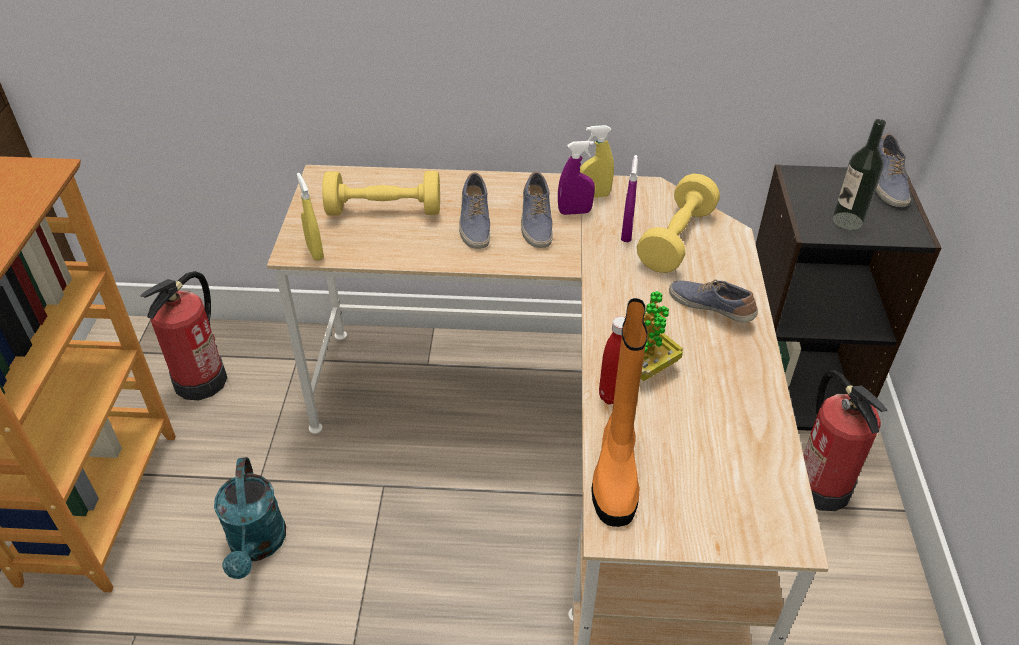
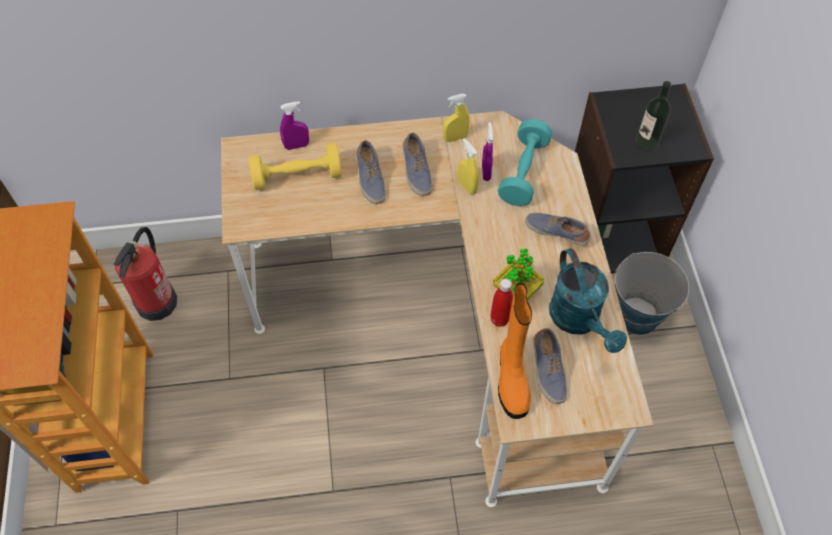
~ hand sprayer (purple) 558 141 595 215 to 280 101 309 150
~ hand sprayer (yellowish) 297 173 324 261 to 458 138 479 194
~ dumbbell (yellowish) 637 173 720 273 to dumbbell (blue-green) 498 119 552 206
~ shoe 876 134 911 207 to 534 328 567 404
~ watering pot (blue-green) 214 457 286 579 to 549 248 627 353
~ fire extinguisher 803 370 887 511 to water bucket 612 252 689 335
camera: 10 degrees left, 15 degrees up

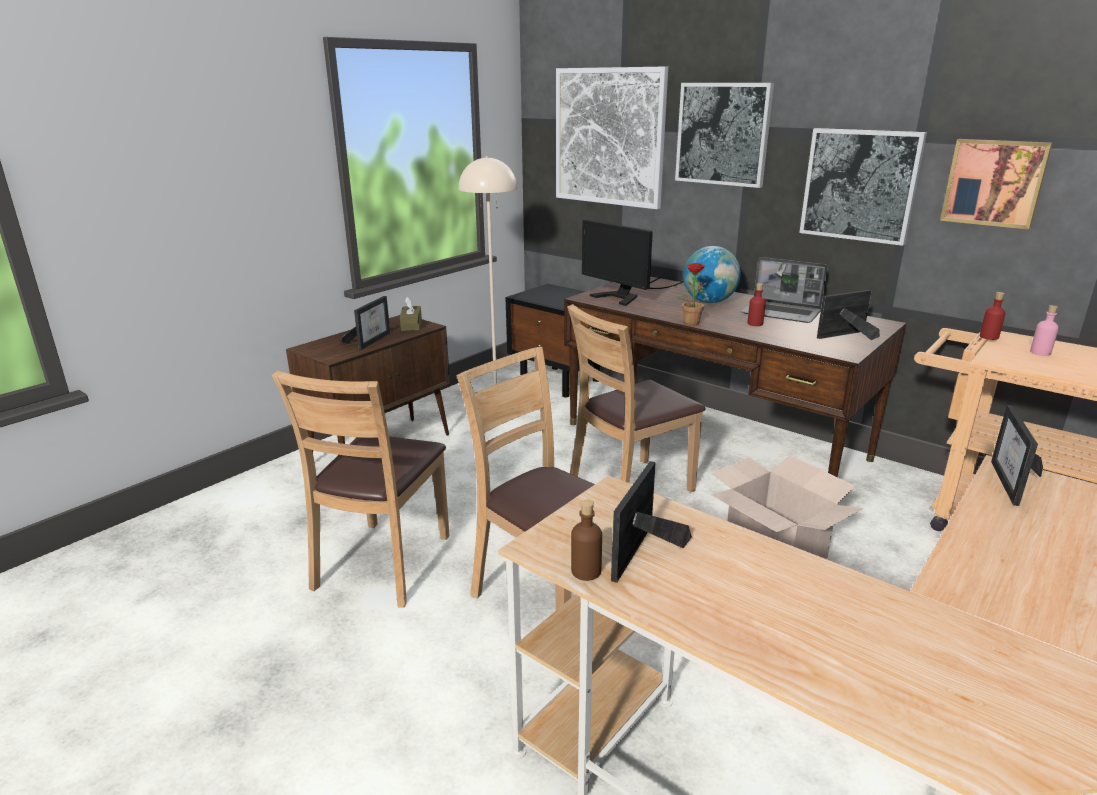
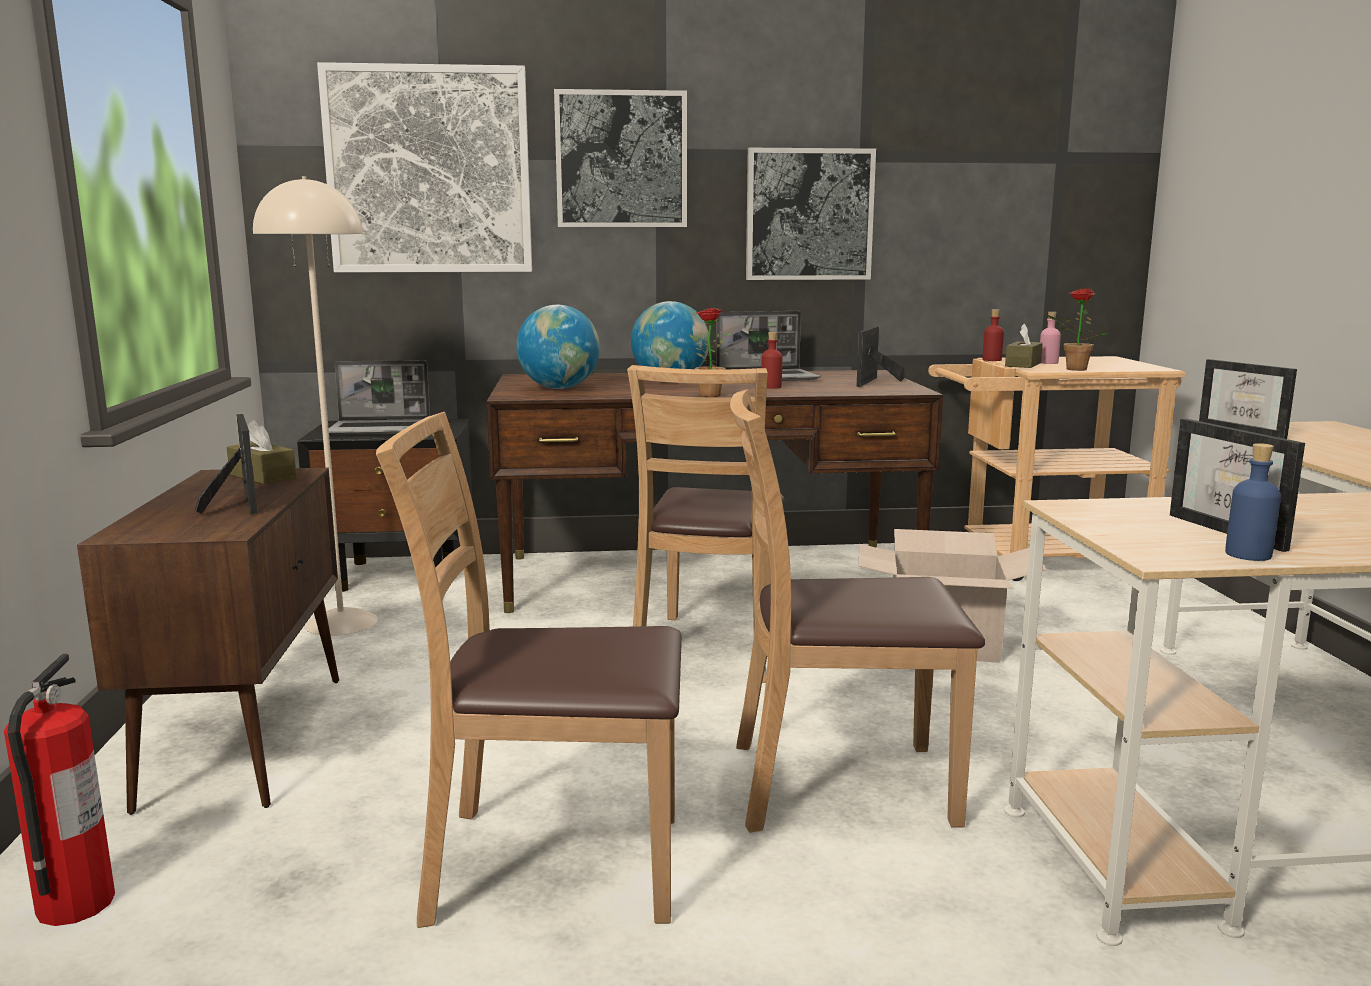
+ fire extinguisher 4 653 115 926
+ laptop 329 360 430 435
~ chair (brownish) 272 371 450 608 = 376 412 682 928 120 degrees clockwise
~ monitor 582 220 684 306 to world globe 516 305 600 389
+ tissue box (brownish) 1005 323 1043 368
+ plant in a pot 1048 289 1108 371
~ drink bottle (brownish) 571 499 602 581 to drink bottle (blue-coloured) 1225 443 1281 561
- wall picture 940 139 1053 230
camera: 45 degrees left, 10 degrees down

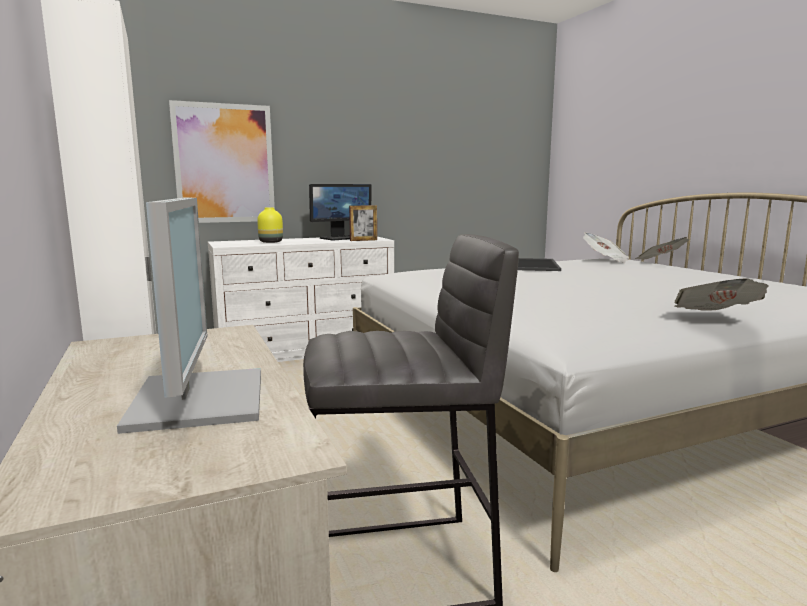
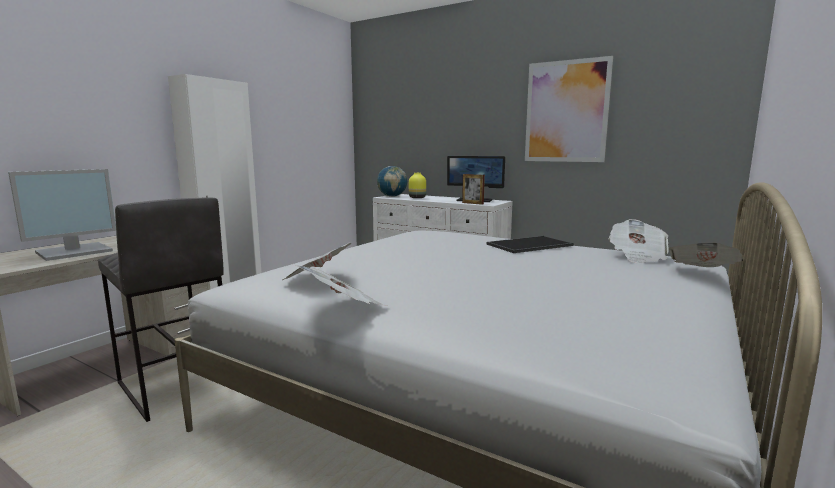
+ daily paper 282 242 351 280
+ world globe 377 166 407 197
~ wall picture 169 100 275 223 to 525 56 613 162
camera: 55 degrees right, 0 degrees up

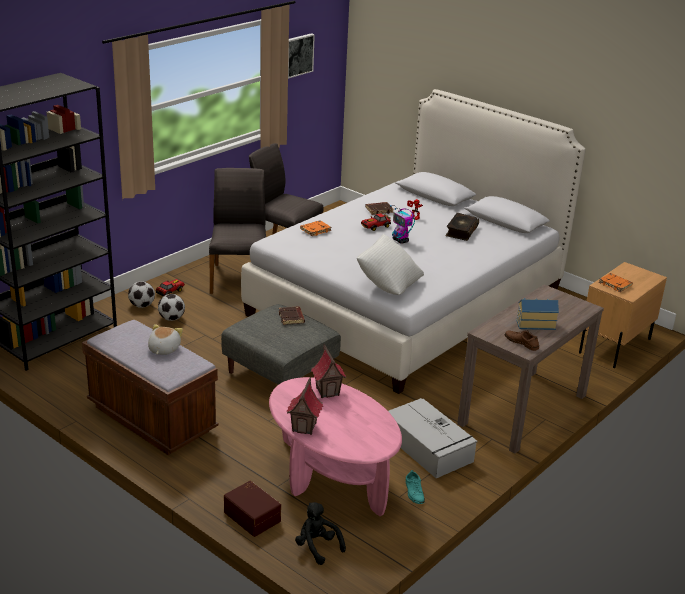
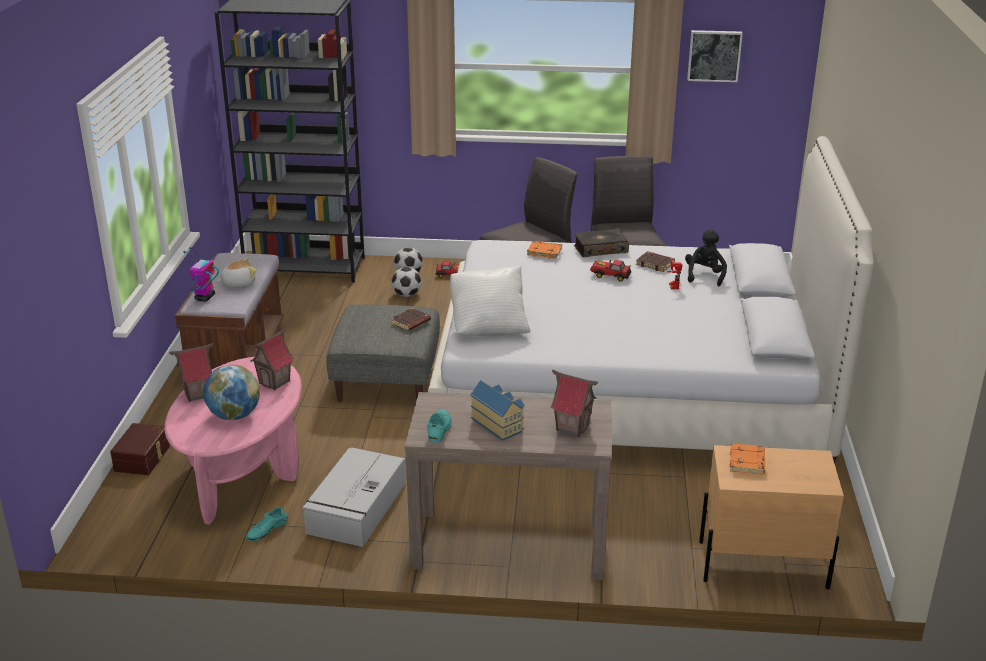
~ model robot 390 205 415 244 to 183 247 219 302
+ world globe 203 365 260 420
~ shoe (brownish) 505 330 539 351 to shoe (blue-green) 427 409 452 443
+ miniature house 551 370 598 437
~ volume 445 213 479 241 to 574 228 629 257
~ plush toy (black) 295 502 346 565 to 685 229 727 286
camera: 55 degrees right, 0 degrees up

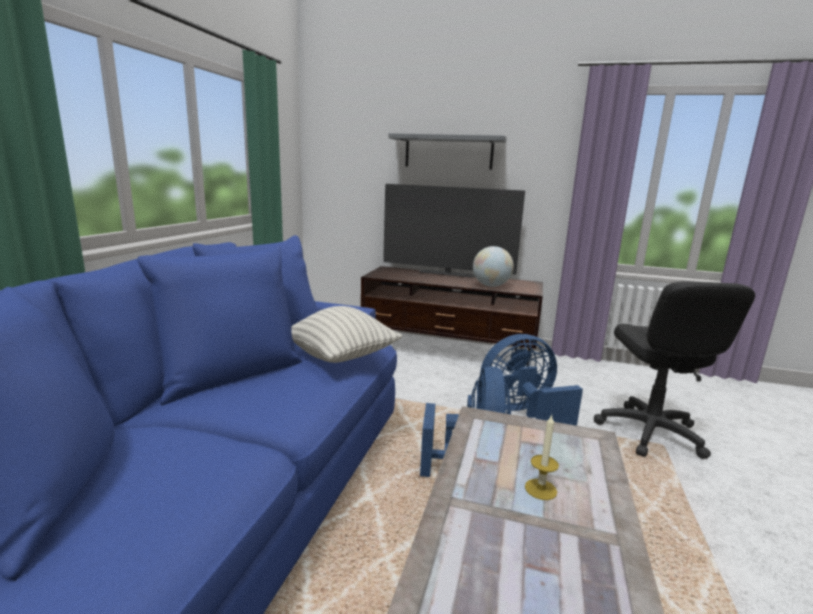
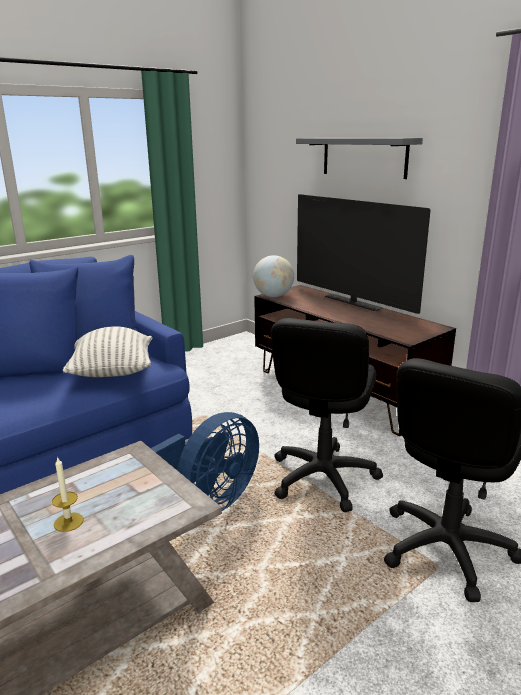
~ world globe 473 246 514 287 to 253 255 294 297
~ electric fan (blue-coloured) 480 334 583 426 to desk chair (black) 271 318 383 512
camera: 35 degrees right, 5 degrees up

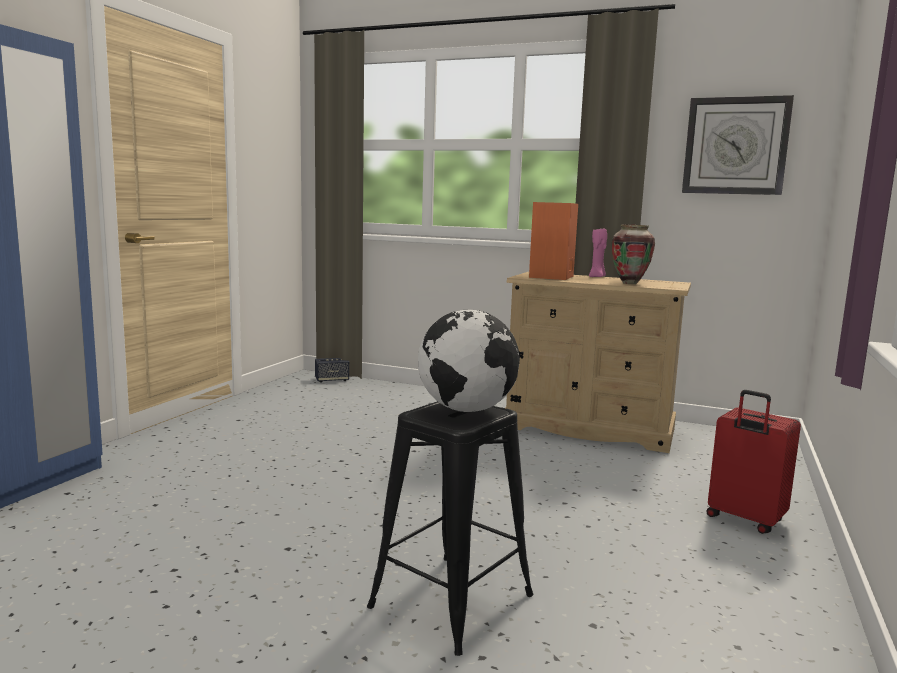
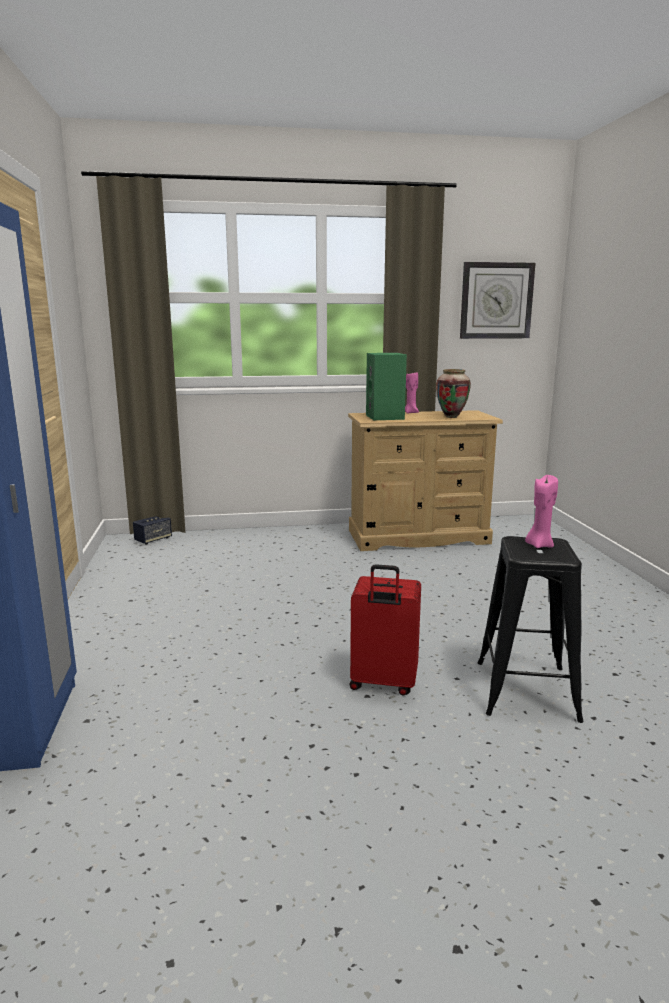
~ travel case (red) 707 390 801 534 to 350 564 421 696
~ audio speaker (orangey) 529 202 578 280 to audio speaker (green-coloured) 366 353 407 420
~ world globe 418 310 520 412 to candle (pink) 525 475 558 548
camera: 30 degrees left, 5 degrees up

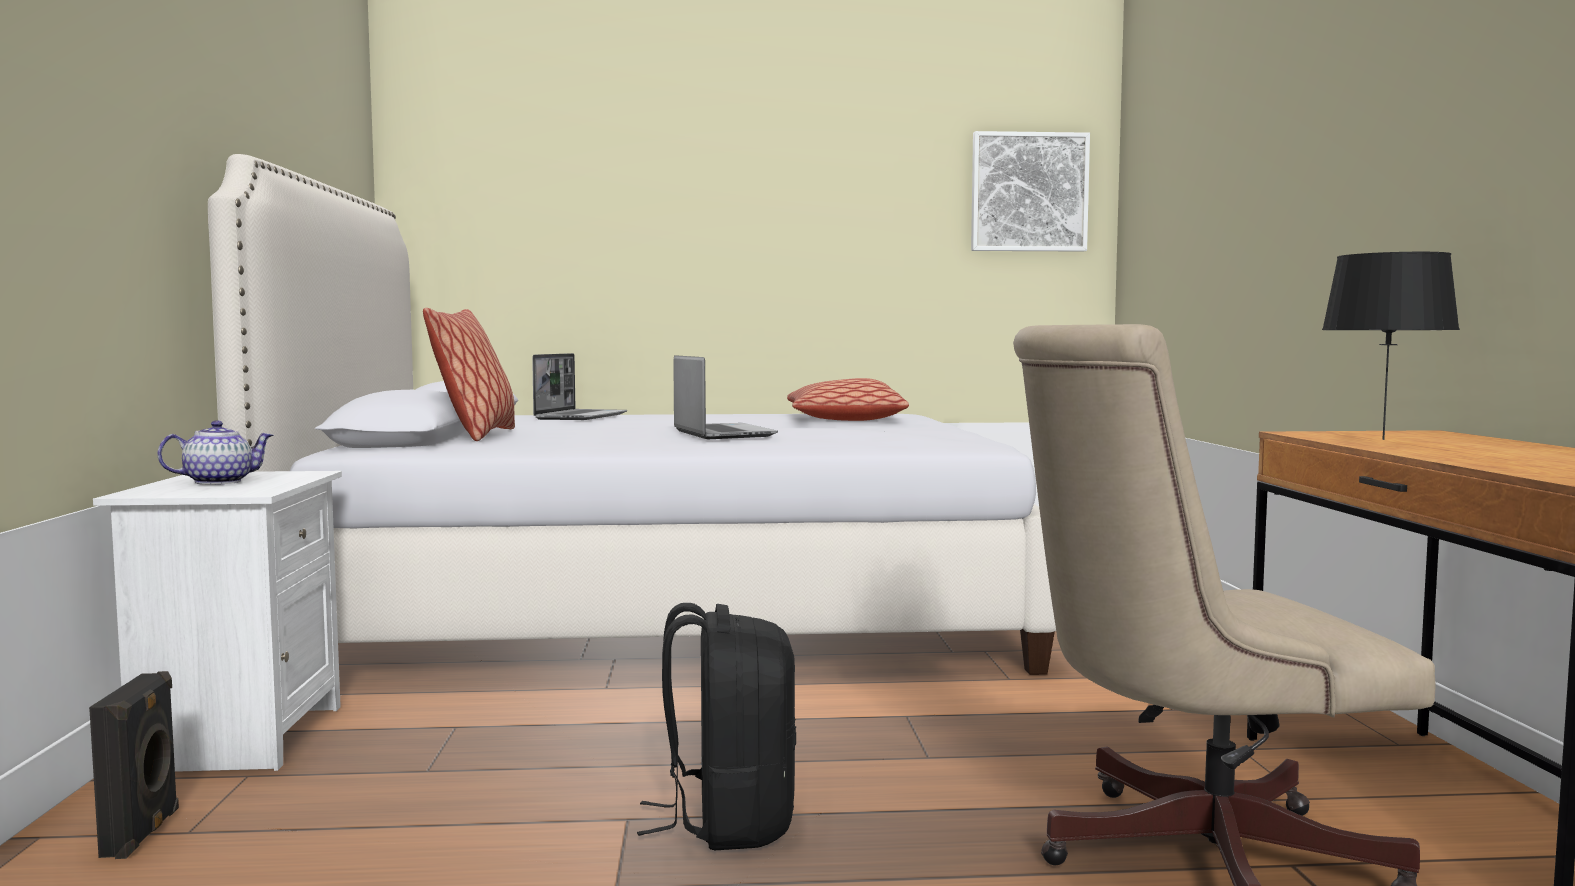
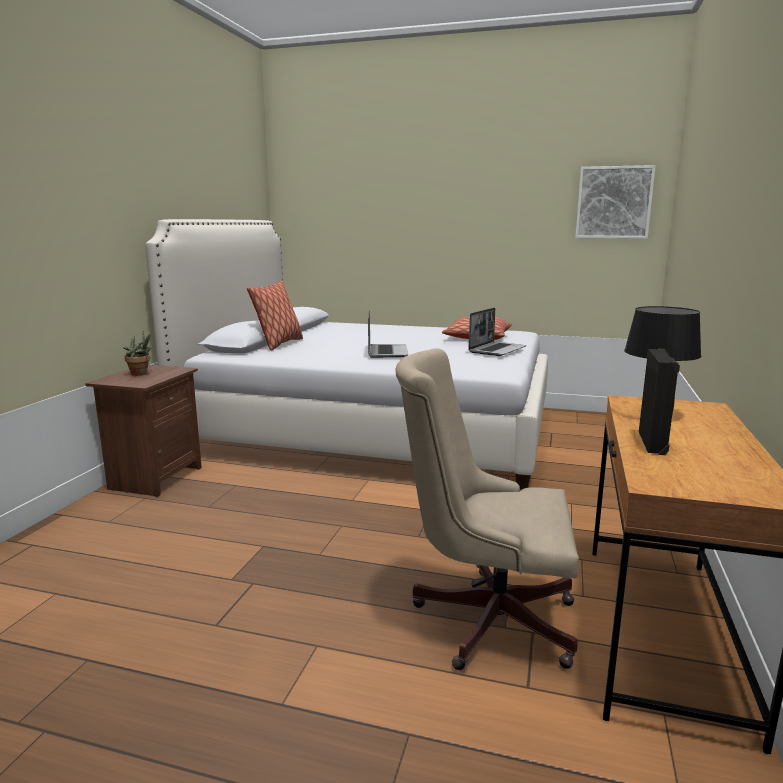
~ nightstand (white) 93 471 342 772 to nightstand (brownish) 85 365 202 497
~ teapot 157 420 273 485 to plant in a pot 123 331 152 376
~ laptop 532 353 627 420 to 468 308 526 356
~ audio speaker (black) 89 671 179 859 to 639 348 680 455
- rucksack (black) 637 603 796 850
camera: 20 degrees right, 10 degrees up

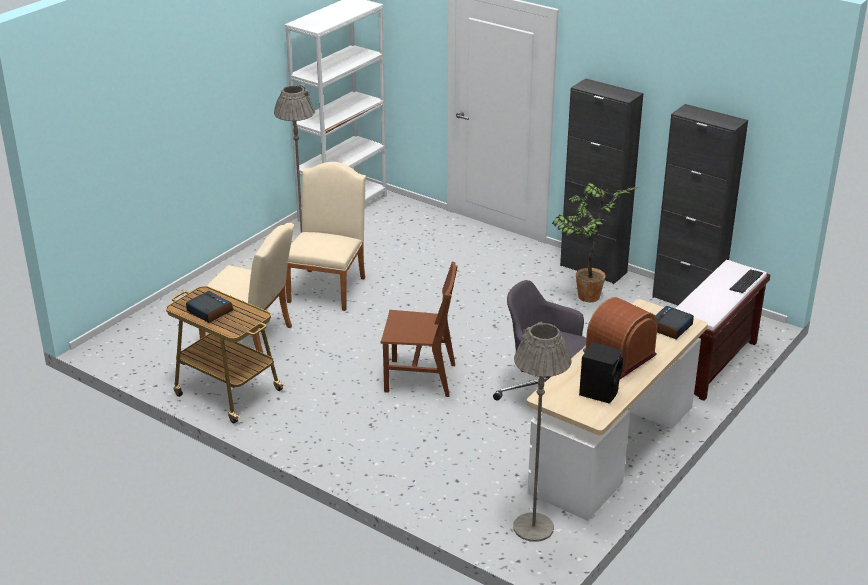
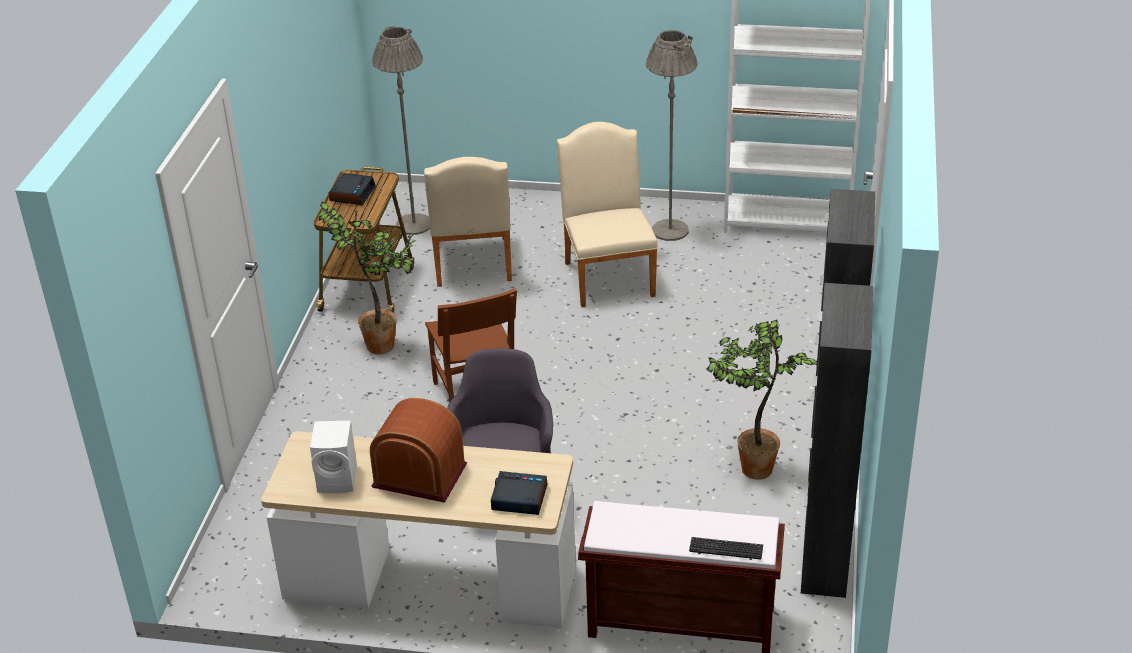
~ audio speaker (black) 579 342 623 403 to audio speaker (white) 310 420 357 493
+ plant in a pot 317 202 416 355
~ floor lamp (gray) 513 321 572 542 to 372 27 430 235
~ chair (beige-coloured) 285 162 366 311 = 557 122 658 307 90 degrees counterclockwise
camera: 65 degrees right, 5 degrees up

